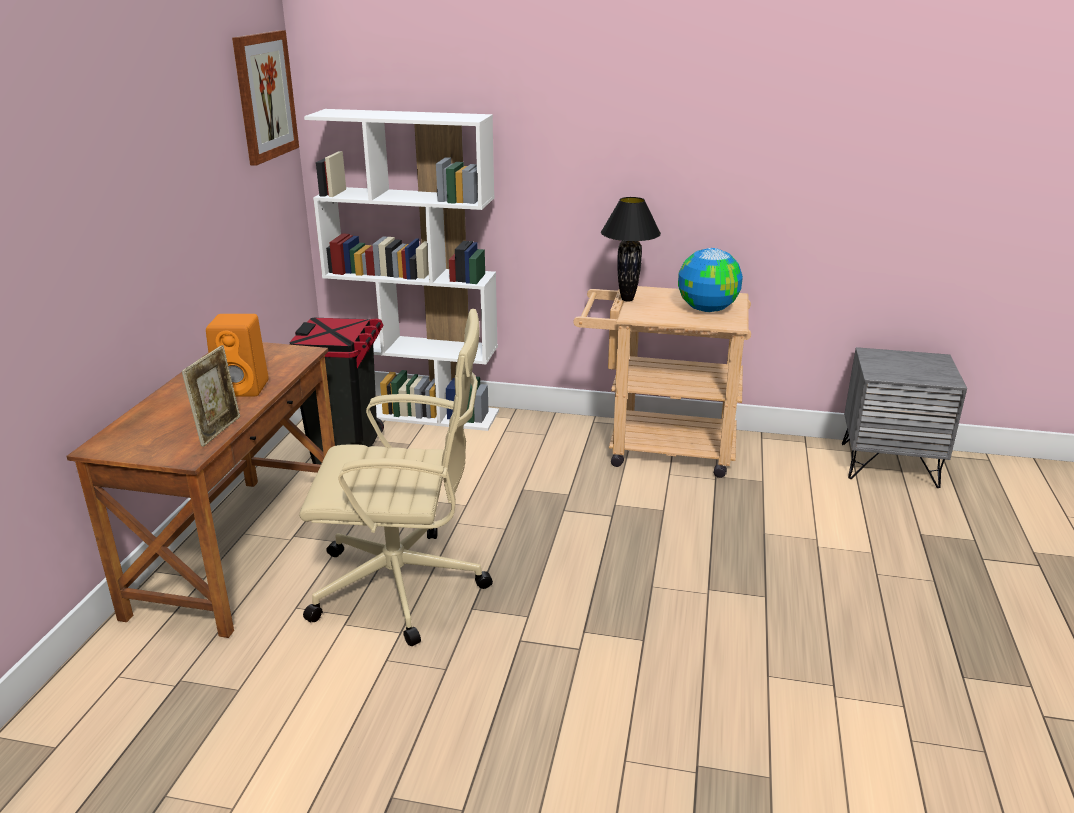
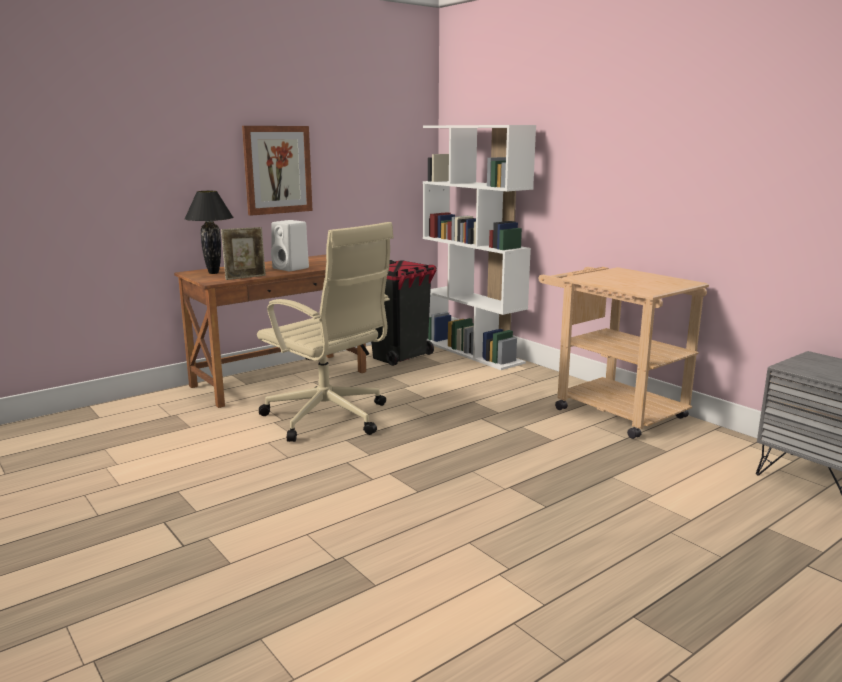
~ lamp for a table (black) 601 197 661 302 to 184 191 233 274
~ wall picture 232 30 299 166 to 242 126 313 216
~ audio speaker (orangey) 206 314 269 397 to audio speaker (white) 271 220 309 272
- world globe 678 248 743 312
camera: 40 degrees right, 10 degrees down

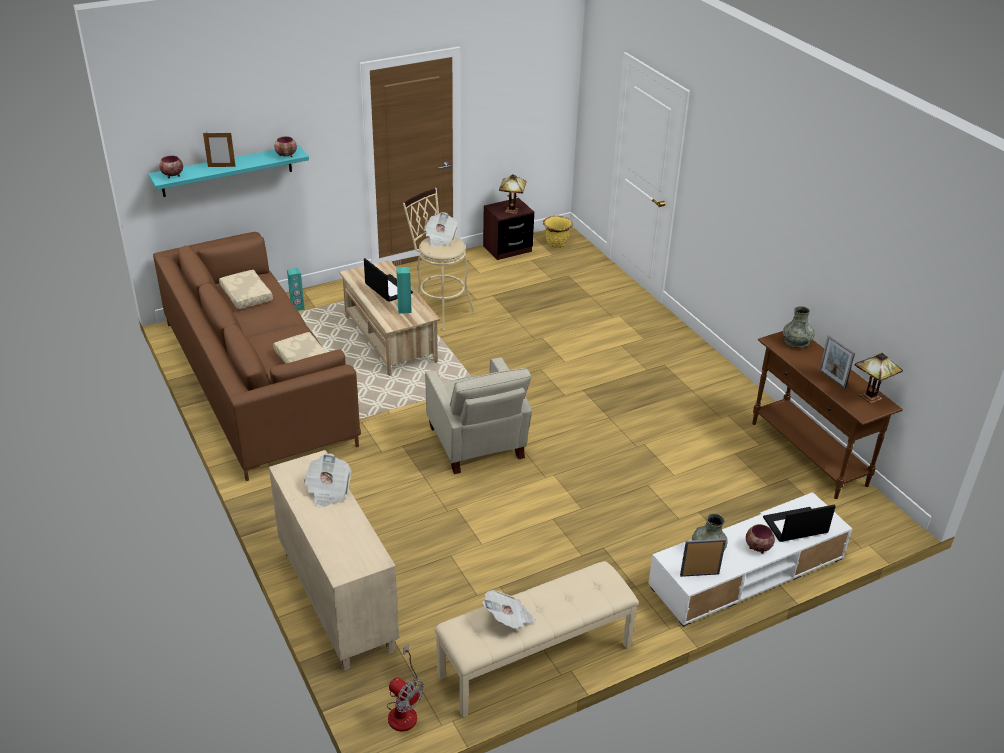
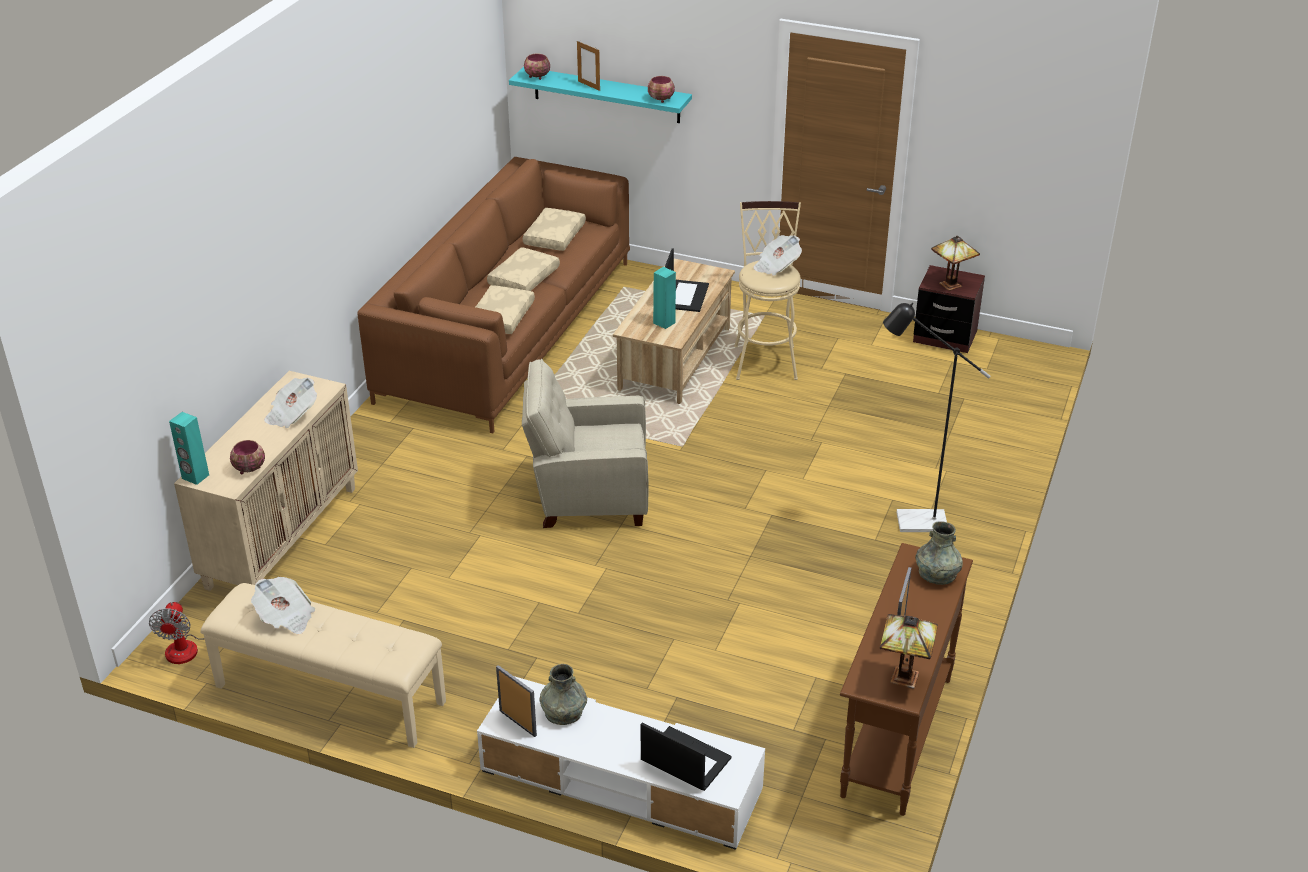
~ audio speaker (blue-green) 287 268 305 311 to 169 412 209 485
~ serving bowl 746 524 775 554 to 230 440 265 474
+ pillow (beige-coloured) 487 247 560 291
~ easy chair (beige-coloured) 425 357 532 474 = 522 359 649 528 60 degrees clockwise
+ floor lamp (black) 883 303 991 532
- plant pot (yellowish) 543 216 573 248
camera: 50 degrees right, 0 degrees up

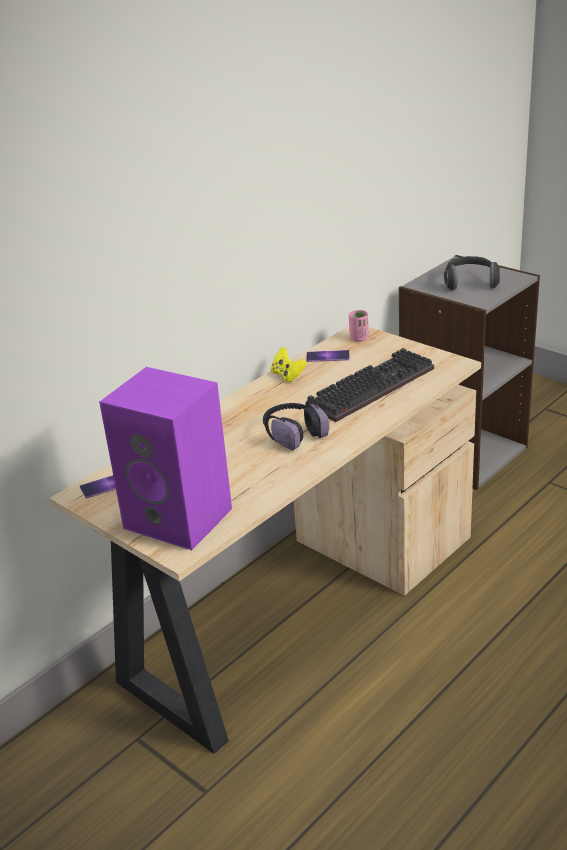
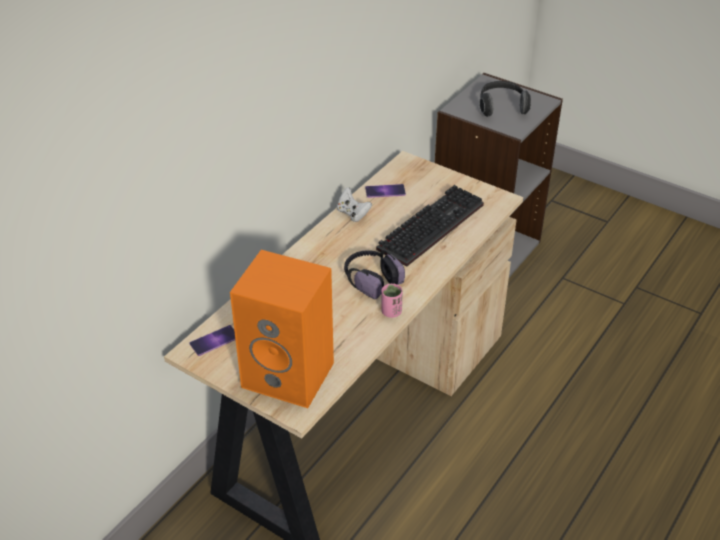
~ audio speaker (purple) 99 367 232 550 to audio speaker (orangey) 230 250 334 408
~ gamepad (yellowish) 271 347 307 382 to gamepad (white) 337 187 372 222
~ cup (pink) 349 310 369 342 to 381 284 402 318
camera: 10 degrees left, 10 degrees up

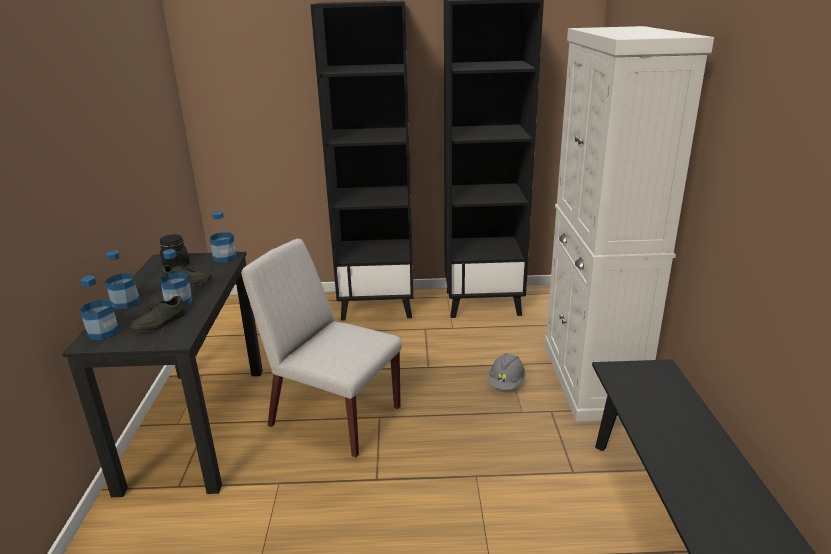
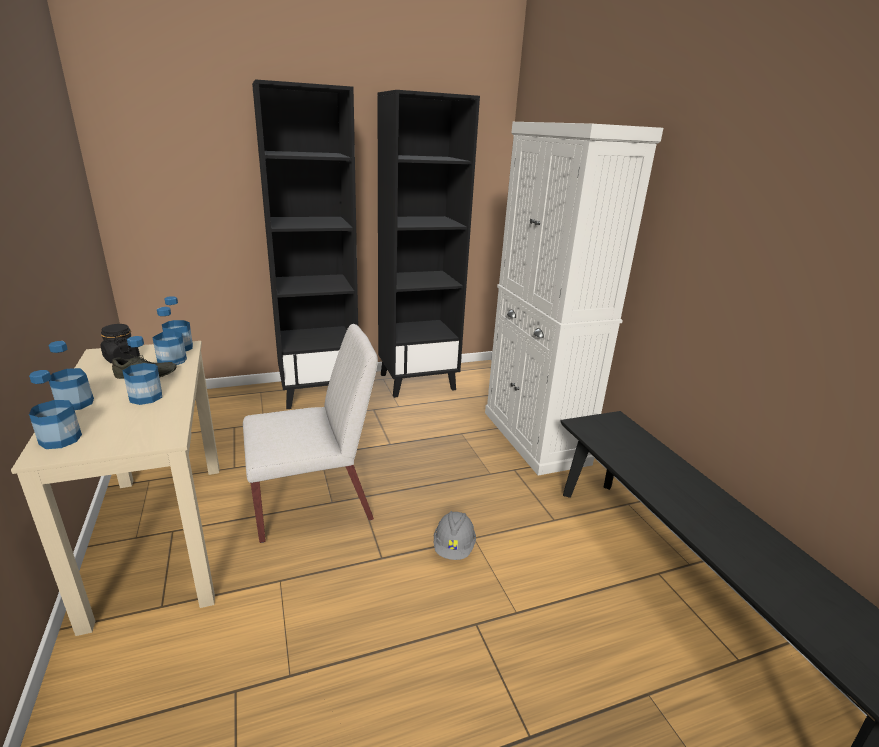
~ desk unit (black) 62 252 263 497 to desk unit (beige-coloured) 11 341 219 636
+ drink bottle 152 307 187 365
~ chair (white) 241 239 402 457 = 243 324 378 543 150 degrees clockwise
~ work helmet (gray) 488 353 526 390 to 434 511 476 560
- shoe (gray) 130 292 186 332
camera: 20 degrees left, 0 degrees up

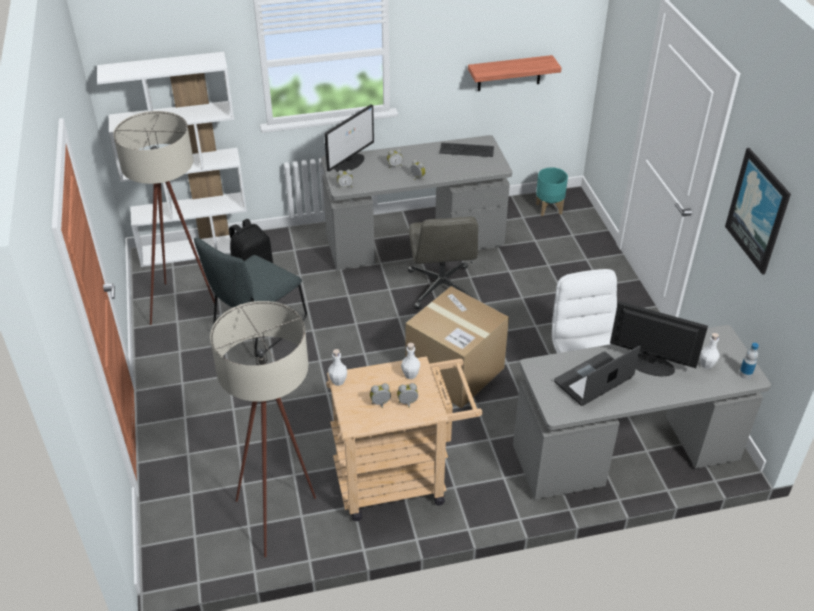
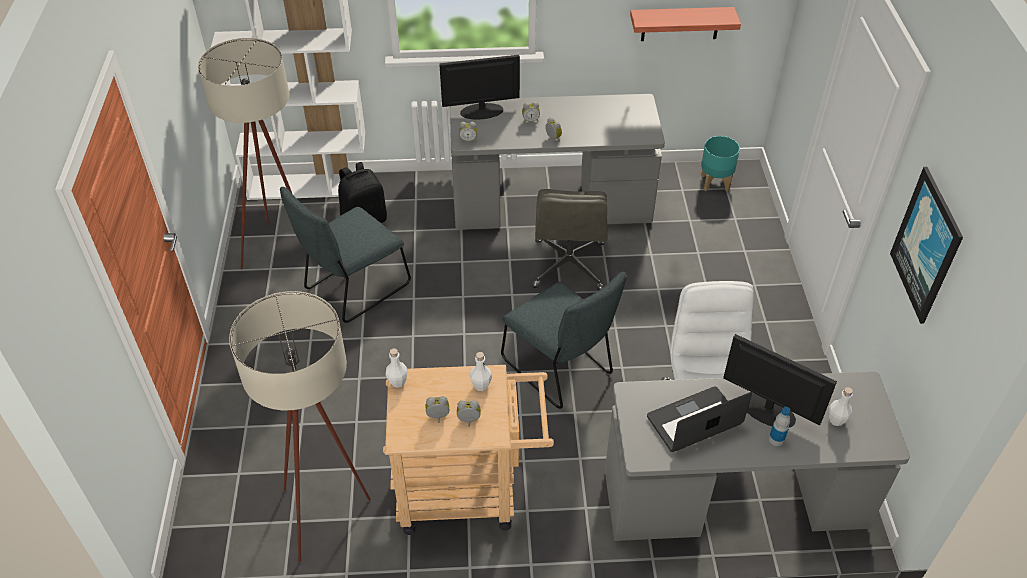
~ monitor 324 104 374 172 = 439 55 520 120 150 degrees counterclockwise
~ cardboard box 405 286 509 409 to chair (gray) 501 272 627 409
~ drink bottle 739 343 759 379 to 769 407 790 446
- keyboard 439 143 494 157
camera: 10 degrees right, 5 degrees up

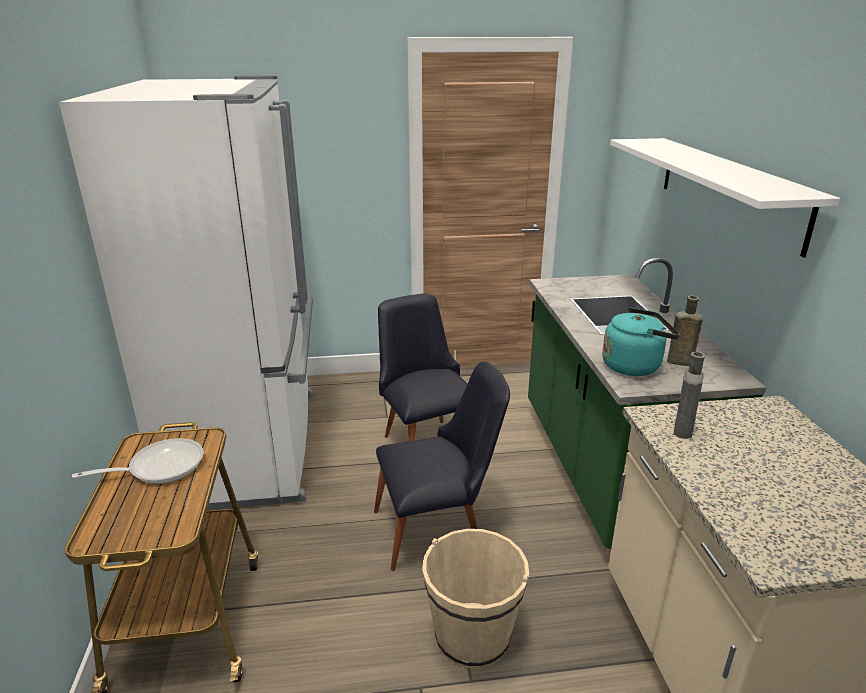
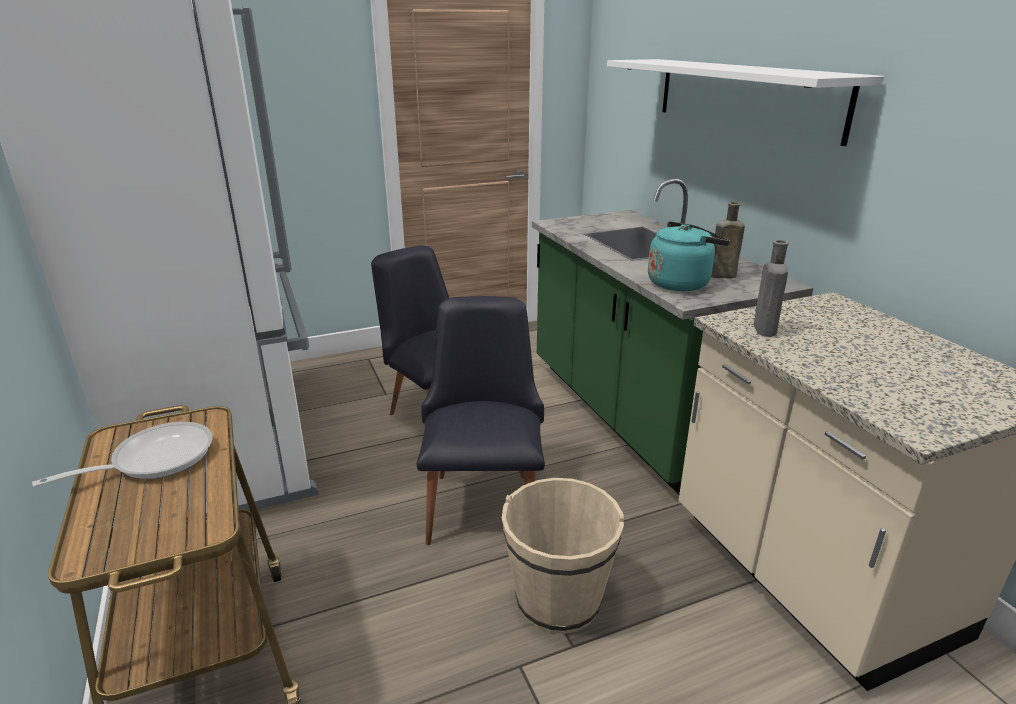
~ chair (black) 374 361 510 571 = 416 296 545 545 60 degrees counterclockwise
camera: 15 degrees left, 0 degrees up

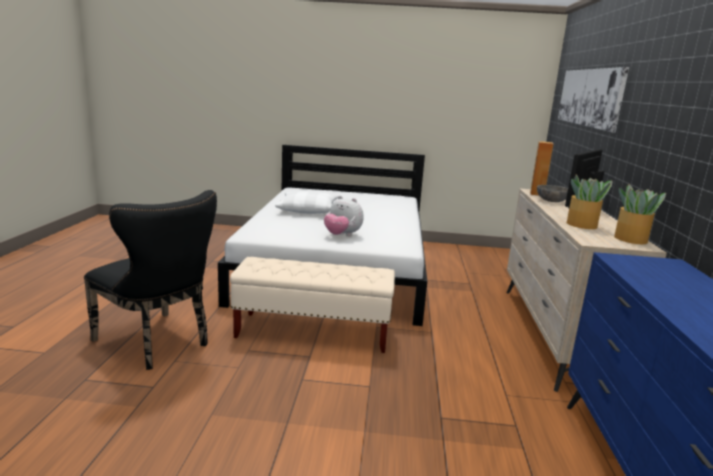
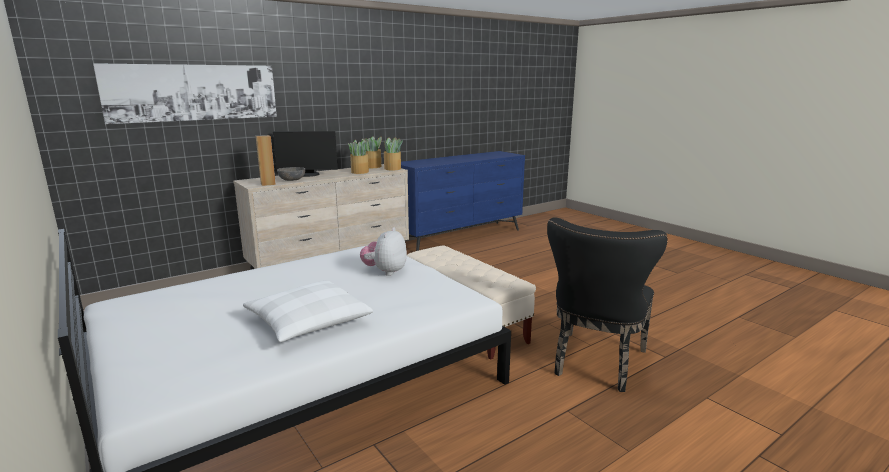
~ plush toy 324 196 364 236 = 360 227 407 276 150 degrees counterclockwise
+ plant in a pot 384 138 403 170
~ chair (black) 84 190 217 370 = 547 217 668 392 150 degrees counterclockwise
camera: 130 degrees left, 0 degrees up

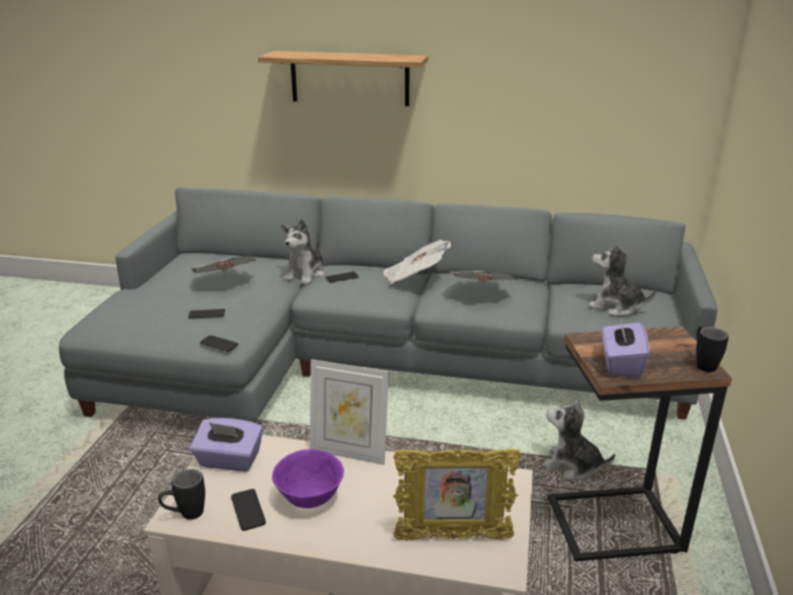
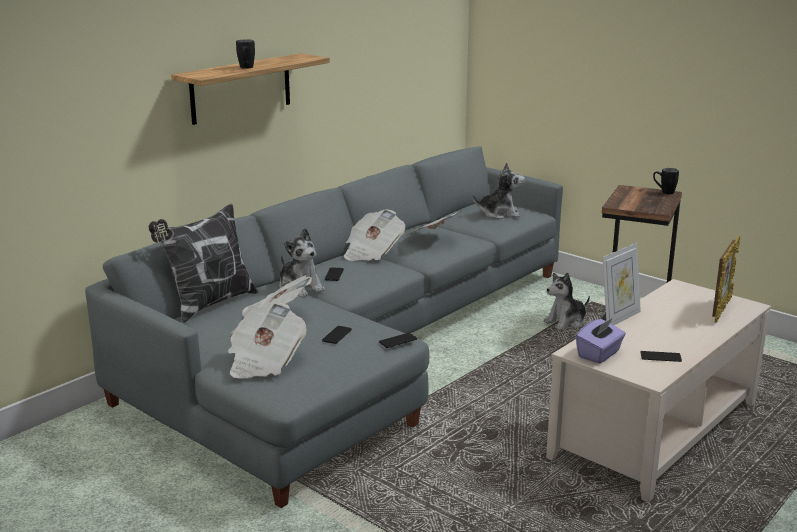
+ pillow 149 204 258 323
+ daily paper 228 303 307 379
~ tea mug (black) 158 469 205 520 to 236 39 255 69
~ plush toy 588 244 656 316 = 473 162 525 219 150 degrees counterclockwise
- serving bowl (purple) 272 449 344 508
- tissue box (purple) 602 319 650 378
camera: 60 degrees left, 5 degrees down

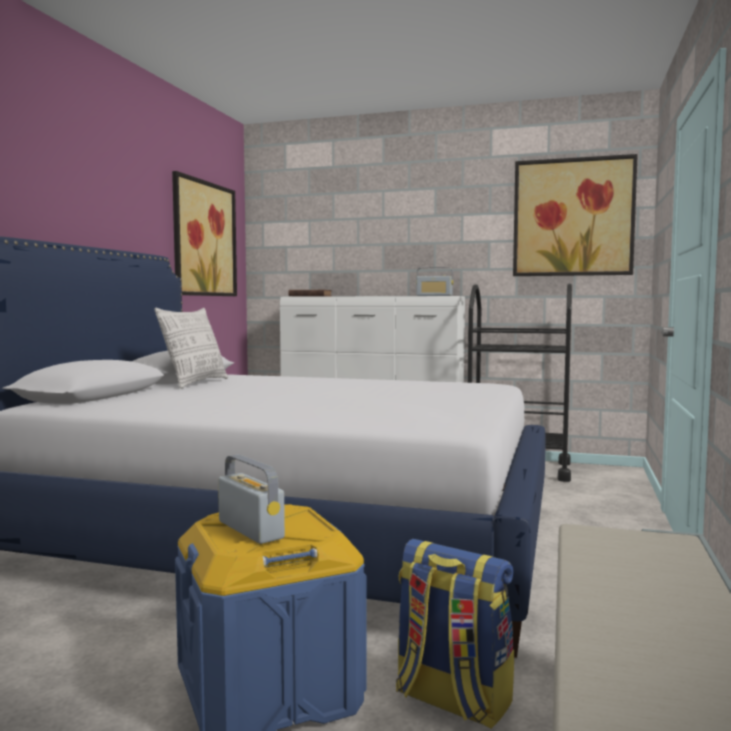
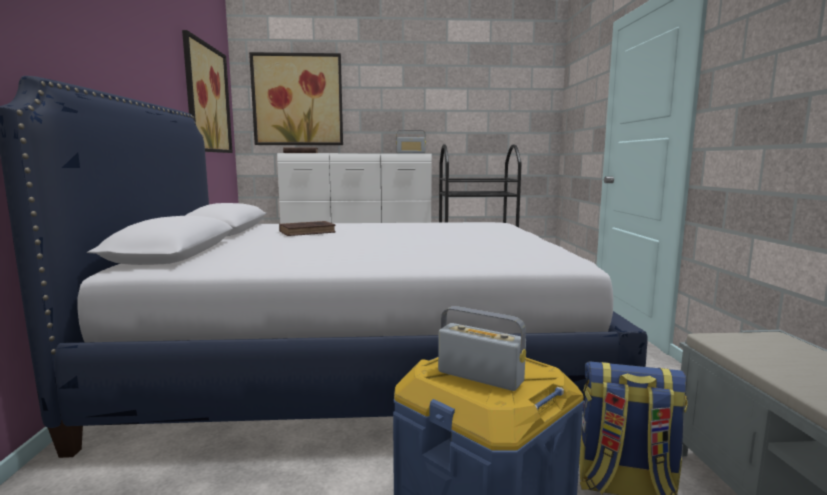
~ wall picture 513 154 638 276 to 249 52 343 145
+ volume (brownish) 279 221 336 236
- pillow 154 308 228 389
camera: 20 degrees left, 5 degrees up

